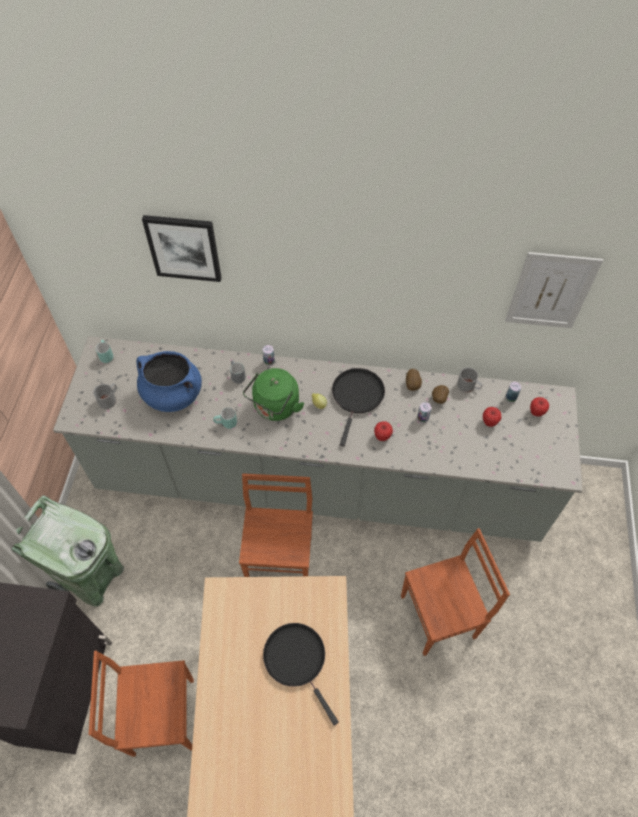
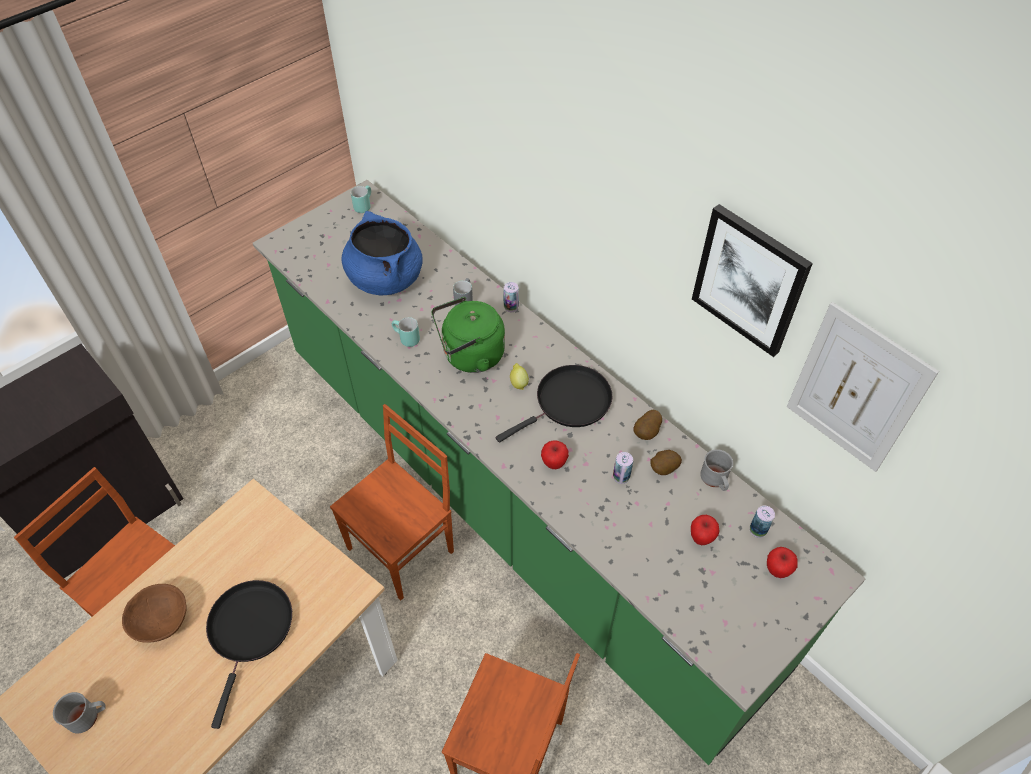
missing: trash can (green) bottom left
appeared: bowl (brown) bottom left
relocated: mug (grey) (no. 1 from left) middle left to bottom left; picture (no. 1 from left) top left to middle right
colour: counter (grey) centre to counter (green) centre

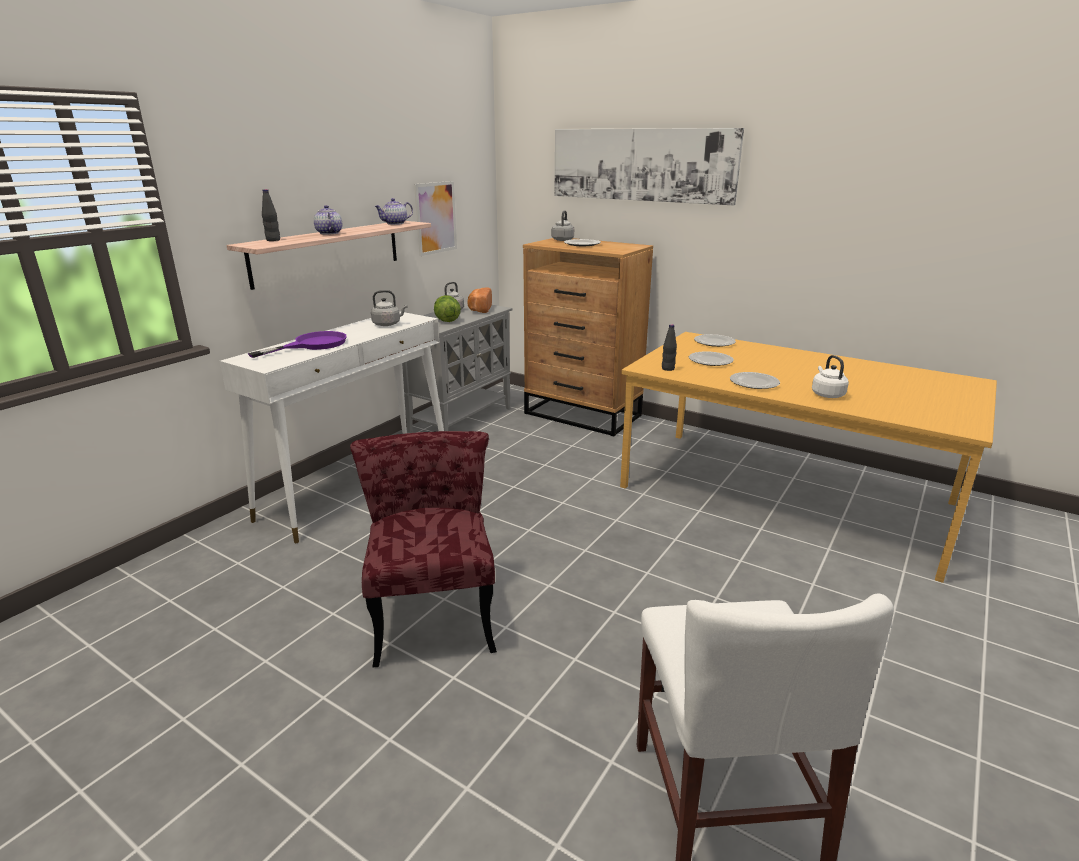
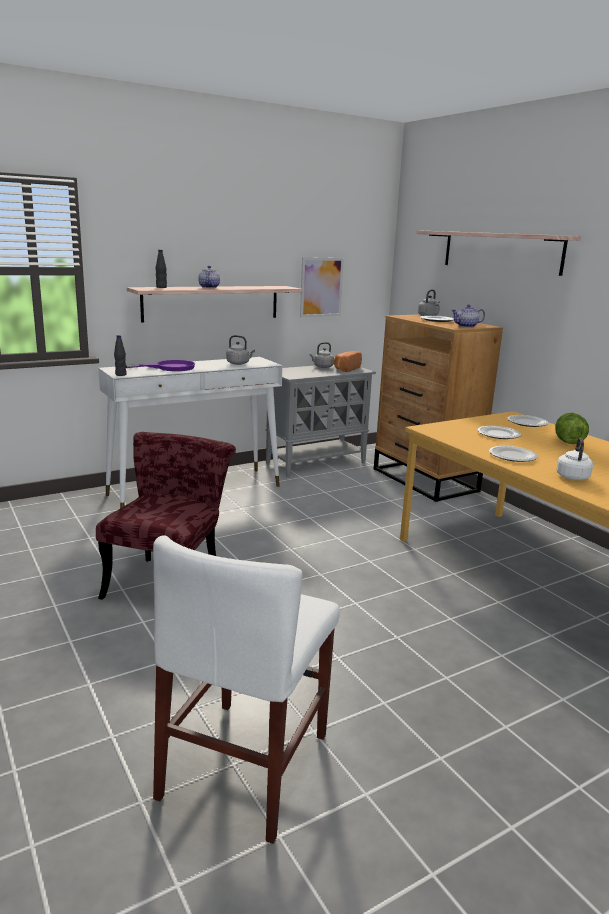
relocated: bottle (black) (no. 2 from left in the first image) centre to bottle (black) (no. 1 from left) middle left; teapot (no. 2 from left) top centre to middle right; lettuce centre to middle right
exchanged: picture (no. 2 from left) top centre to shelf (no. 2 from left) top right

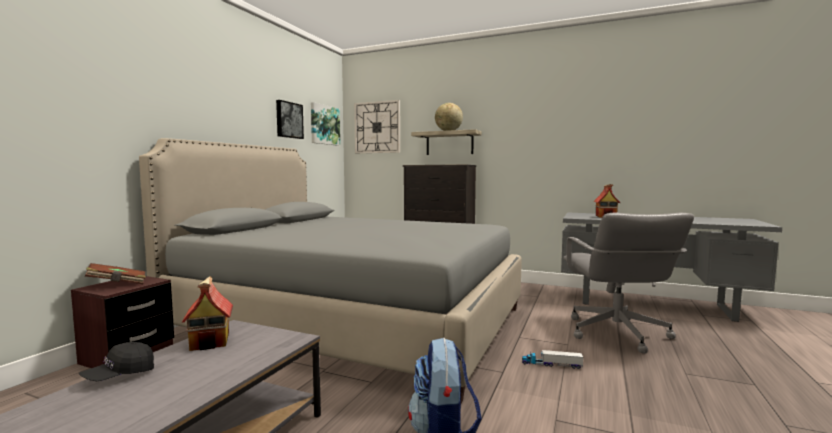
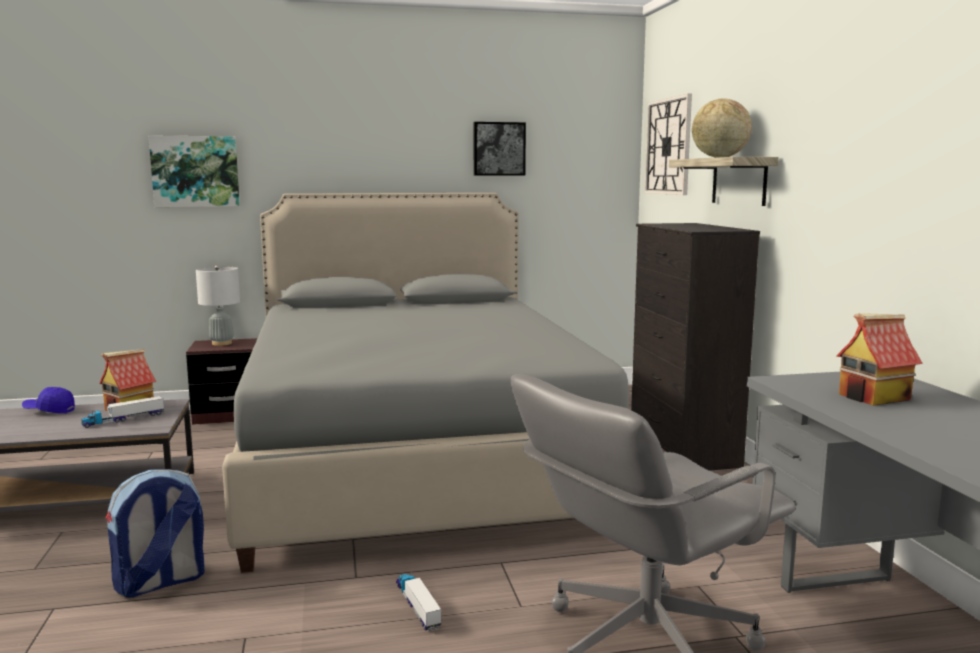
appeared: toy truck (no. 1 from left) middle left
relocated: picture (no. 2 from left in the first image) top centre to picture (no. 1 from left) top left
exchanged: book (brown) middle left to table lamp (grey) middle left
colour: cap (black) bottom left to cap (blue) middle left

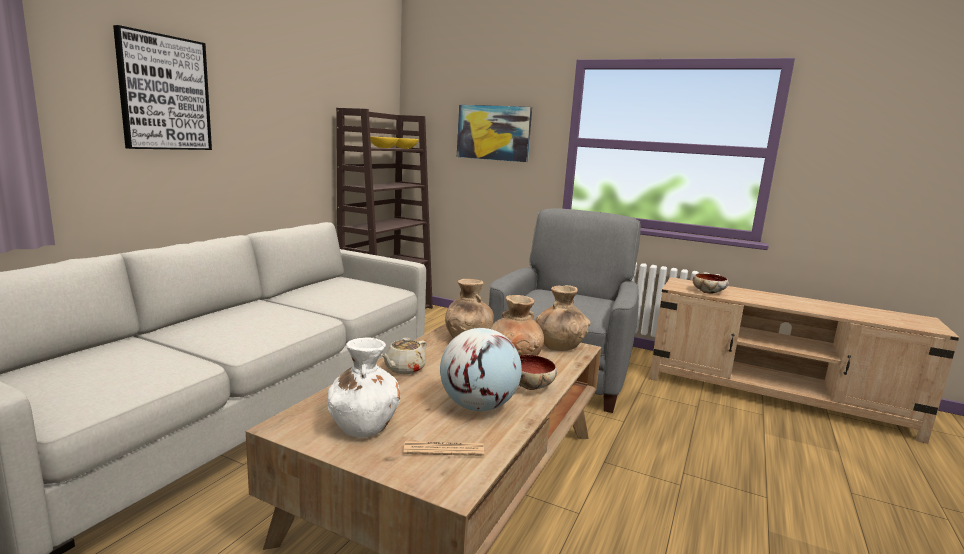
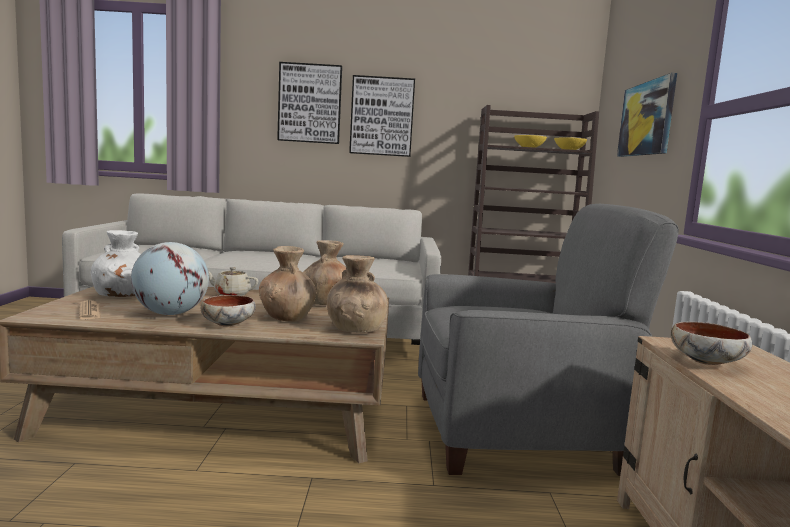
appeared: picture (no. 2 from left) top centre

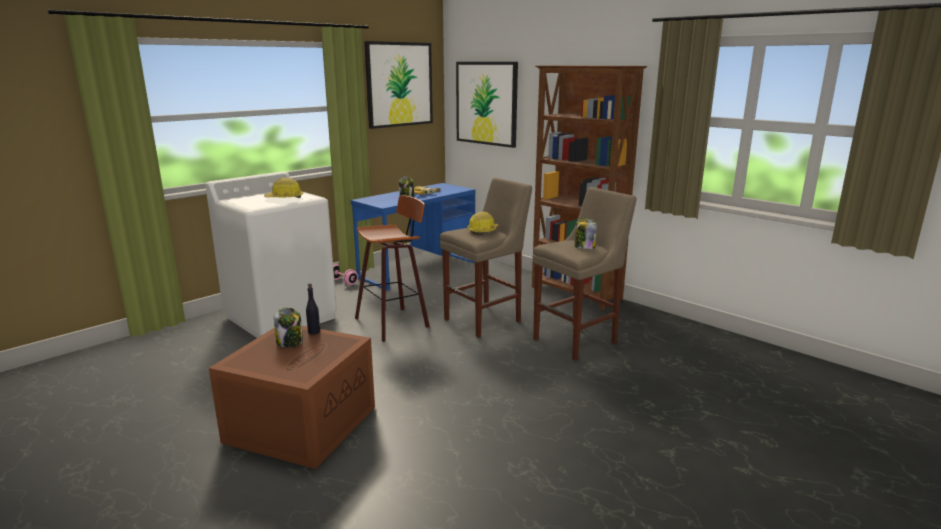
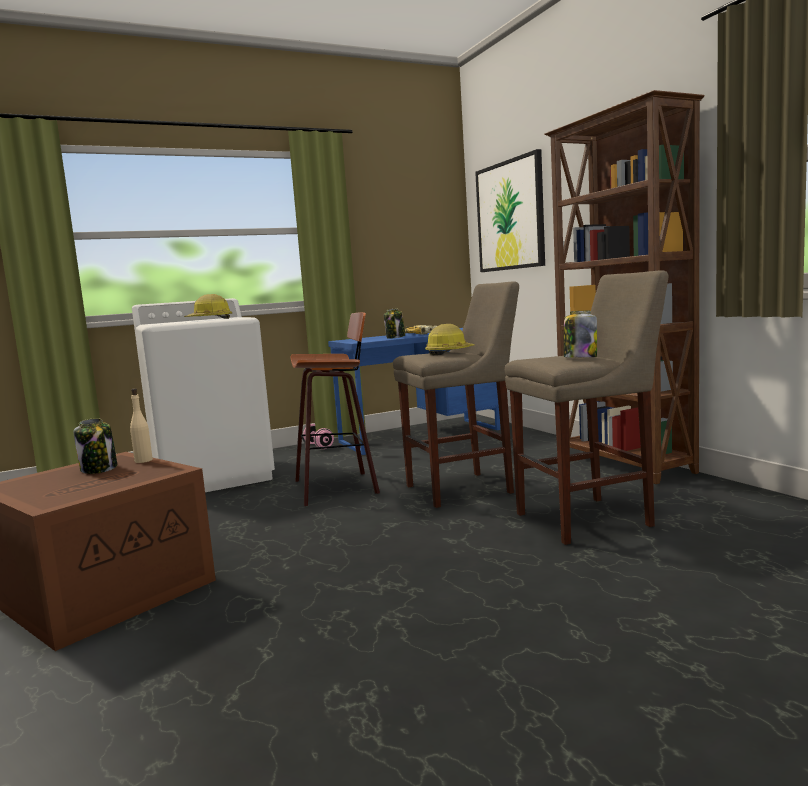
missing: picture (no. 1 from left) top centre
colour: bottle (black) middle left to bottle (beige) middle left

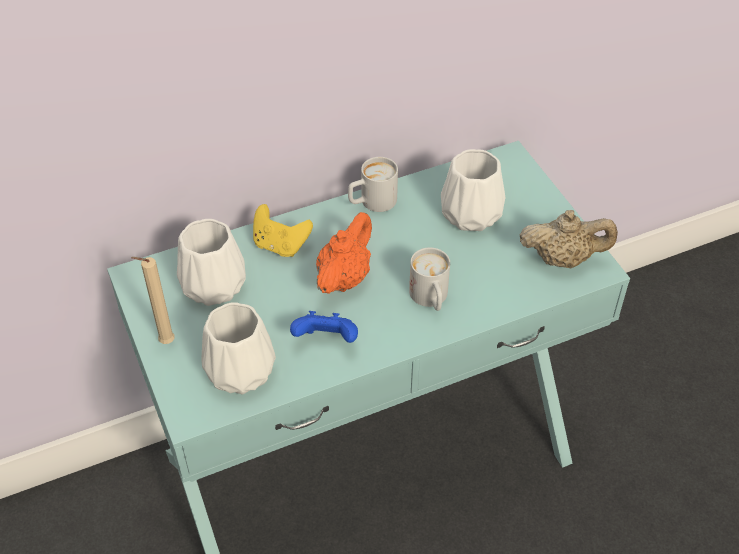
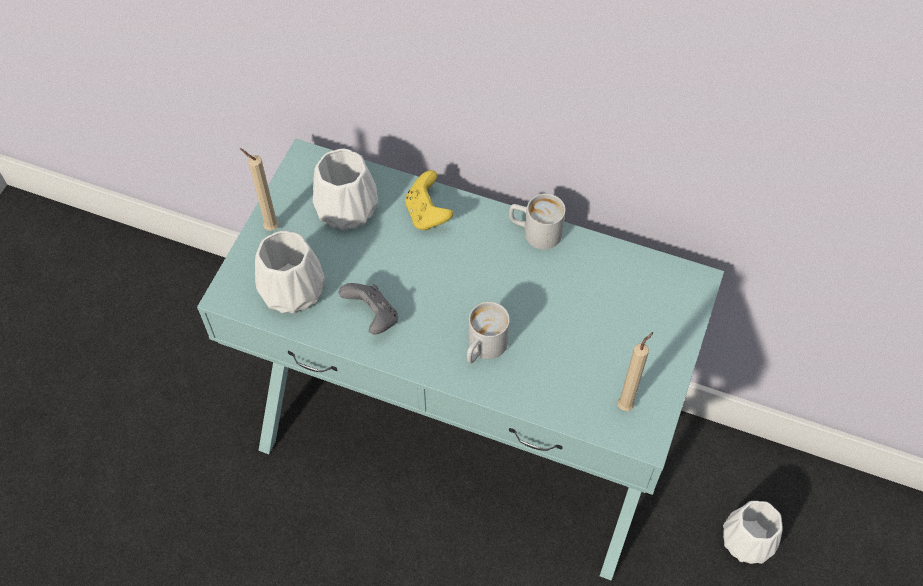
missing: teapot (orange) centre
relocated: vase (white) (no. 3 from left) centre to bottom right
exchanged: teapot (beige) middle right to candle (beige) (no. 2 from left) middle right
colour: game controller (blue) centre to game controller (grey) centre

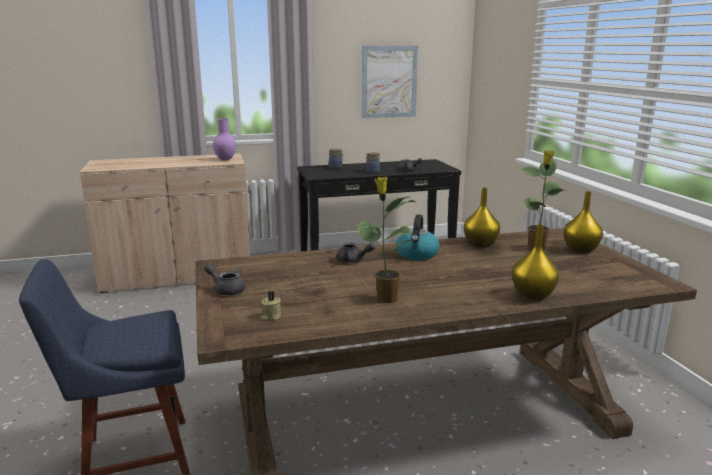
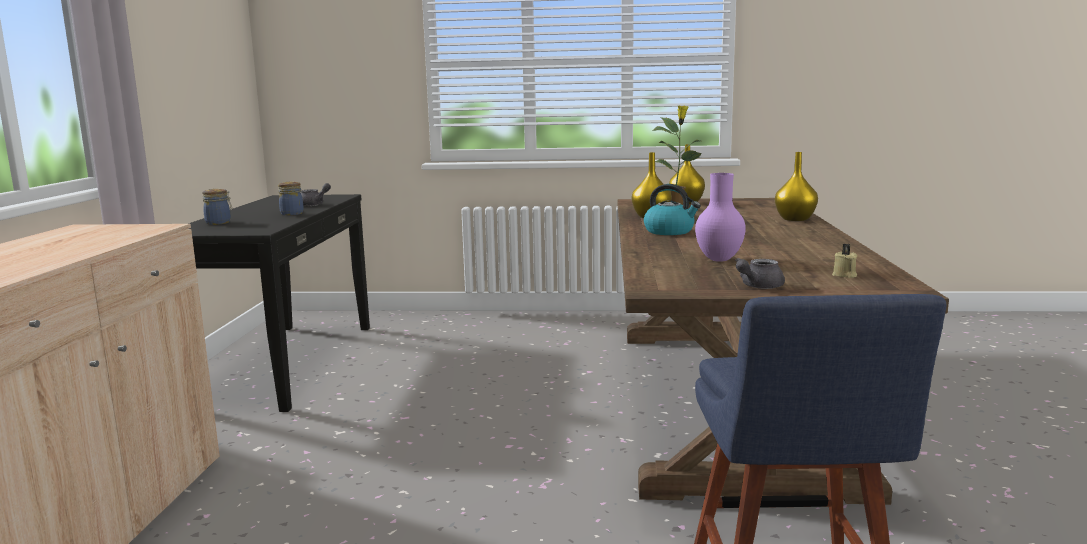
missing: teapot (grey) (no. 2 from left) centre; potted plant (no. 1 from left) centre; picture top centre
relocated: vase (purple) top left to centre

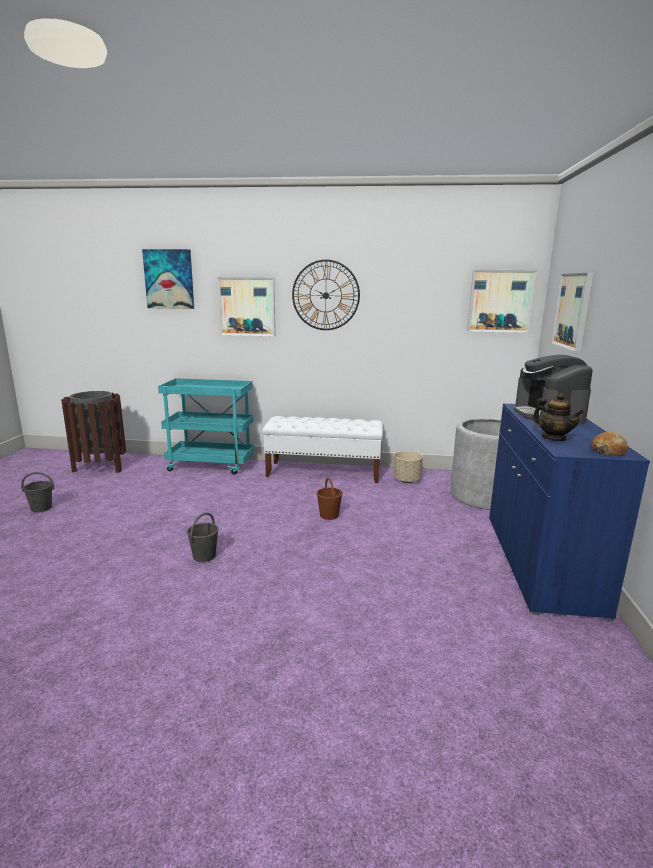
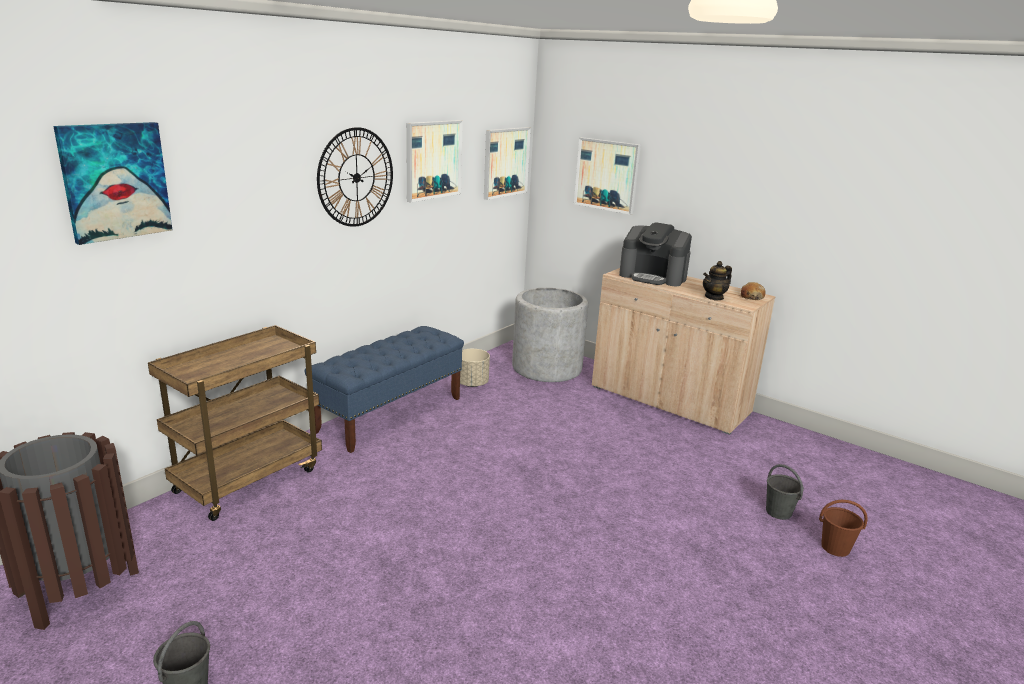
relocated: picture (no. 2 from left) centre to top centre; bucket (grey) (no. 2 from left) middle left to bottom right; bucket (brown) centre to bottom right
colour: cart (turquoise) middle left to cart (brown) middle left; bench (white) centre to bench (blue) centre; cabinet (blue) middle right to cabinet (beige) middle right
spun: teapot middle right = middle right 150 degrees clockwise

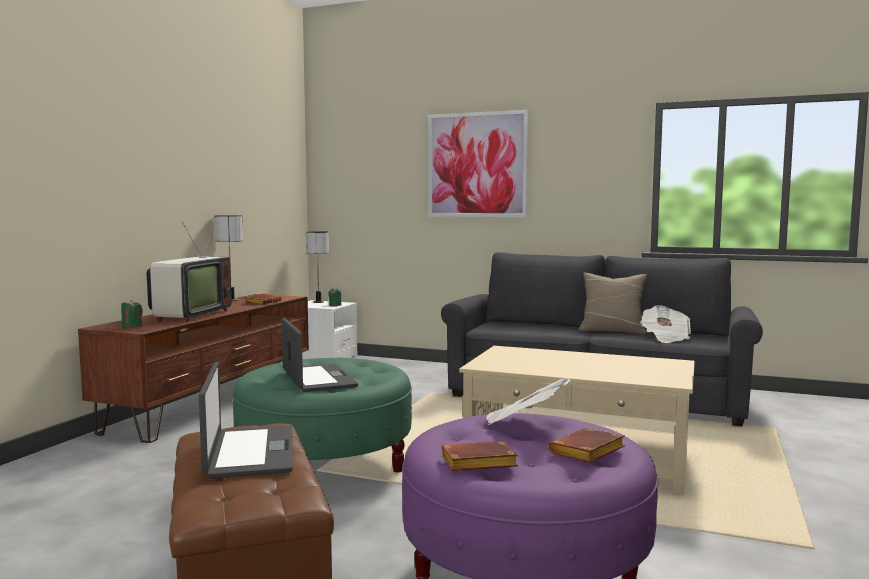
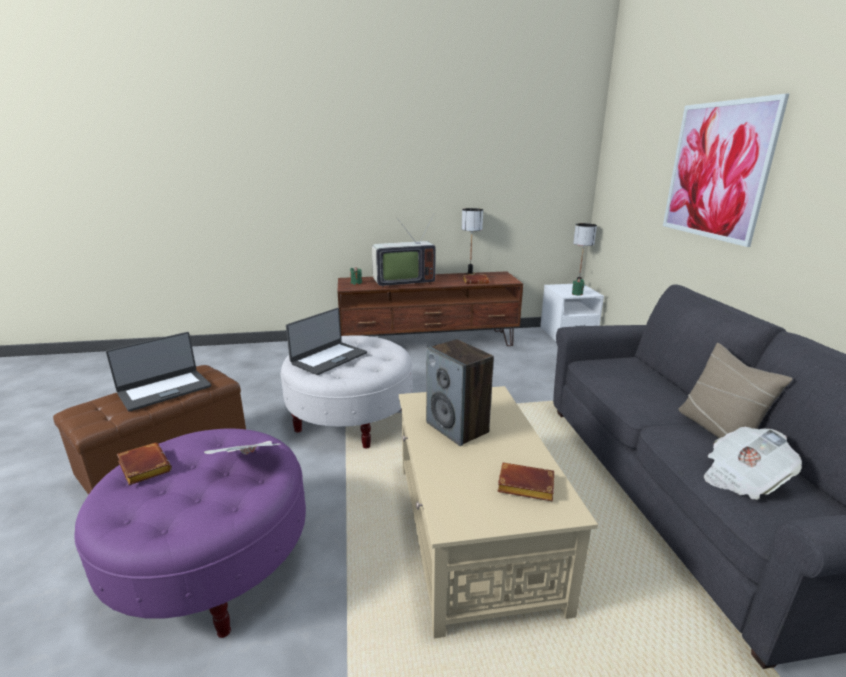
appeared: speaker centre
relocated: book (brown) (no. 3 from left) bottom right to bottom centre
colour: ottoman (green) bottom centre to ottoman (white) centre

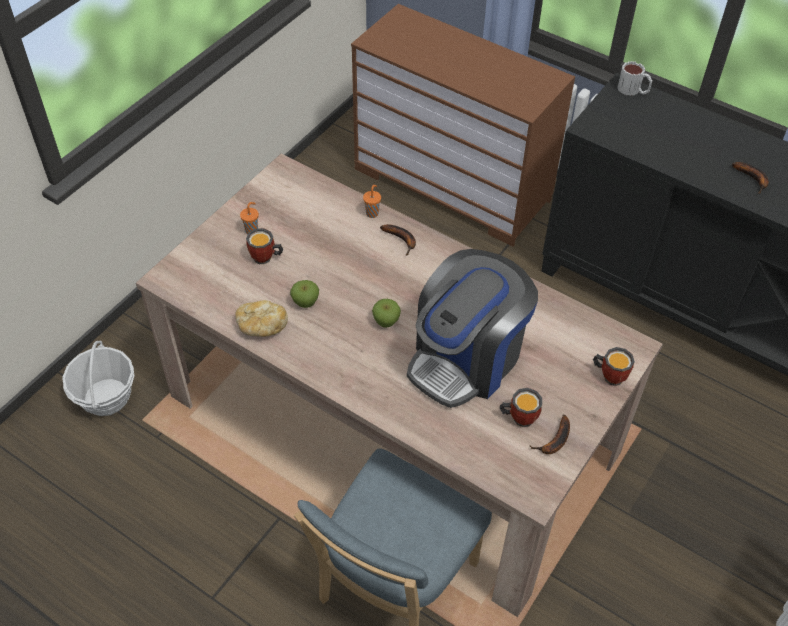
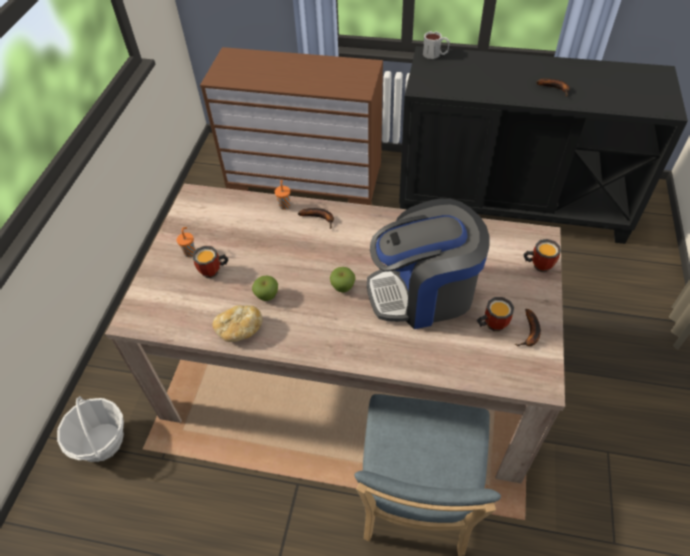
spun: coffee machine centre = centre 60 degrees clockwise

